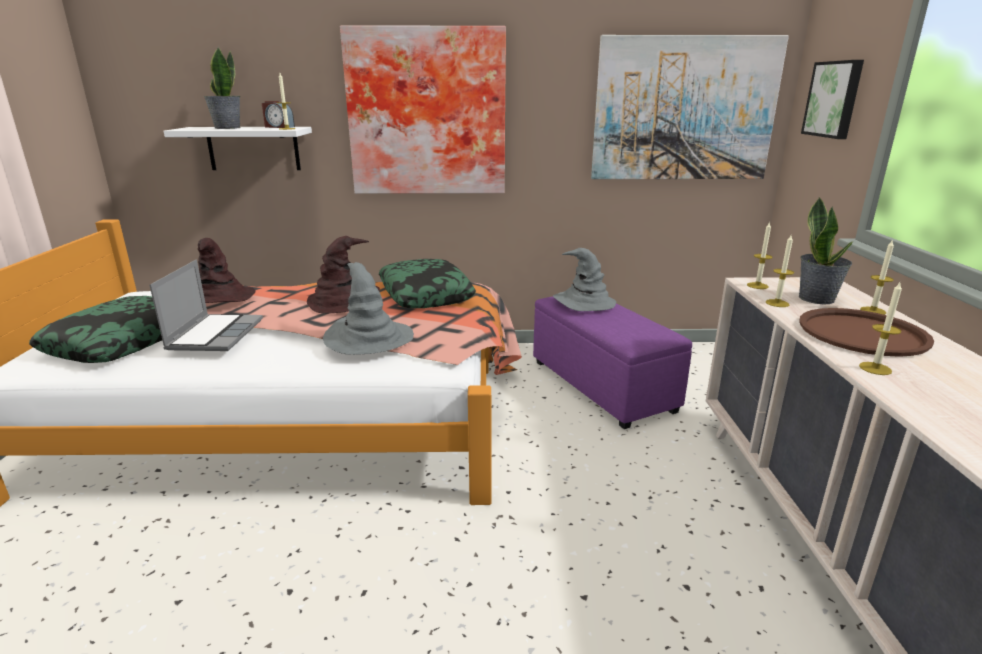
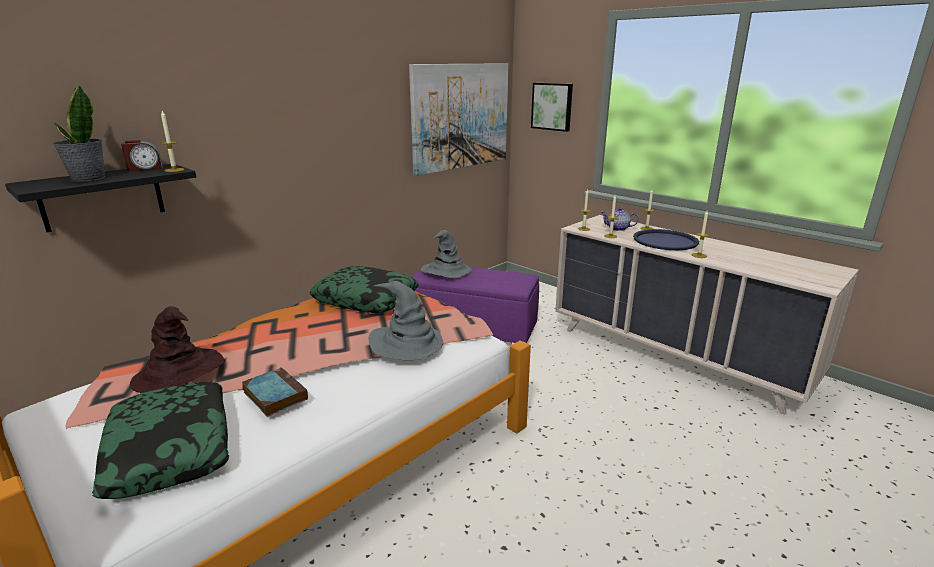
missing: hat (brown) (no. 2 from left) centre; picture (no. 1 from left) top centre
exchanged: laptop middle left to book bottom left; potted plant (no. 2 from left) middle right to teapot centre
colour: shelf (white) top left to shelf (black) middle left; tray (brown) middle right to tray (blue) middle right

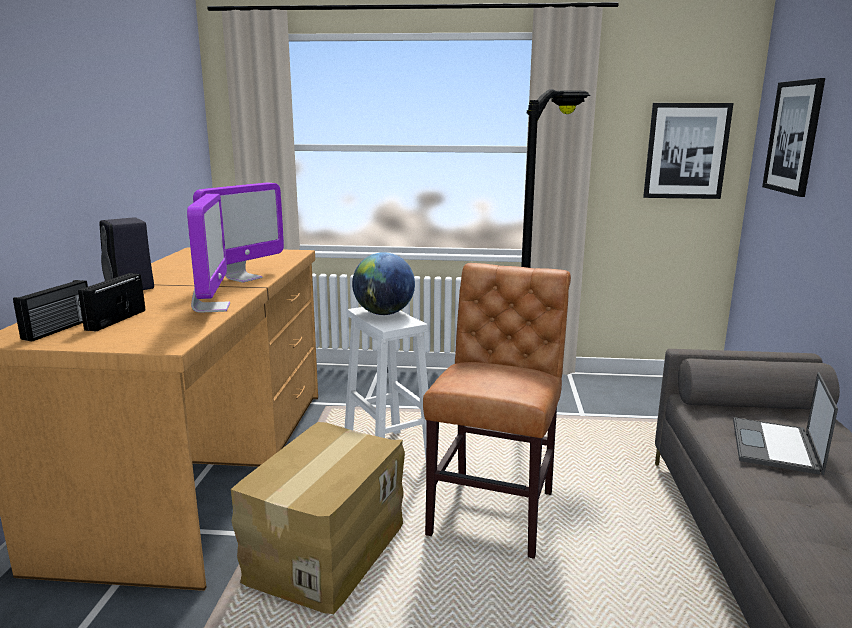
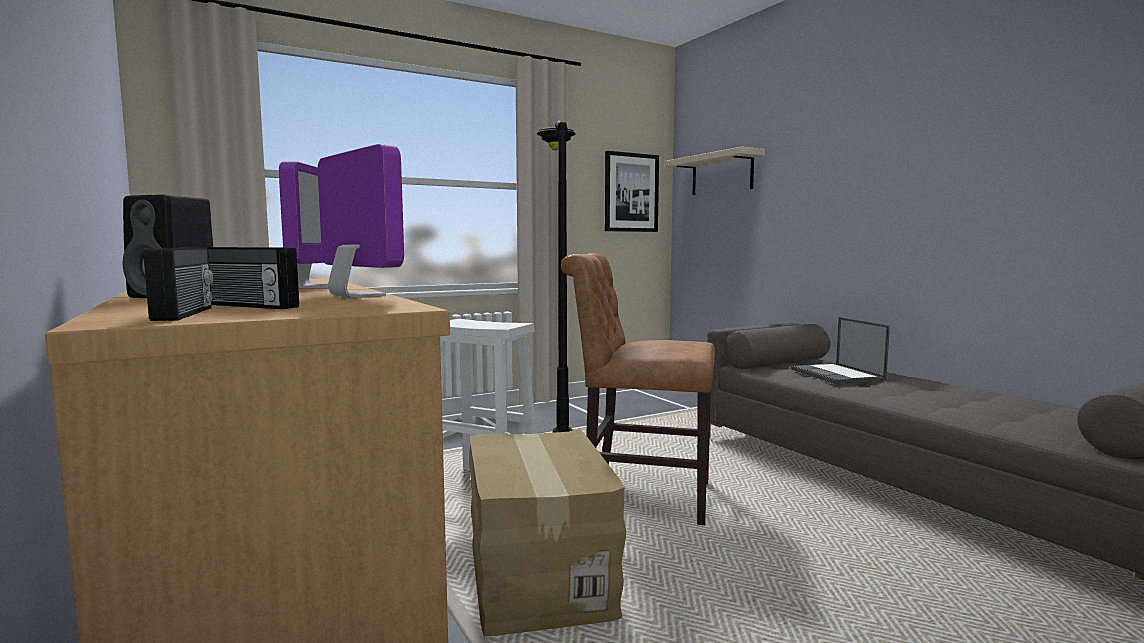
missing: globe centre
exchanged: picture (no. 2 from left) top right to shelf (beige) top centre
spun: radio (no. 2 from left) middle left = middle left 45 degrees counterclockwise; chair (brown) centre = centre 60 degrees counterclockwise

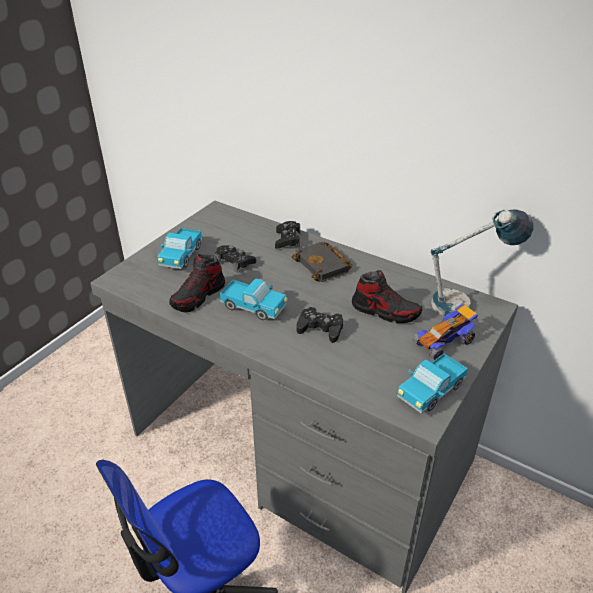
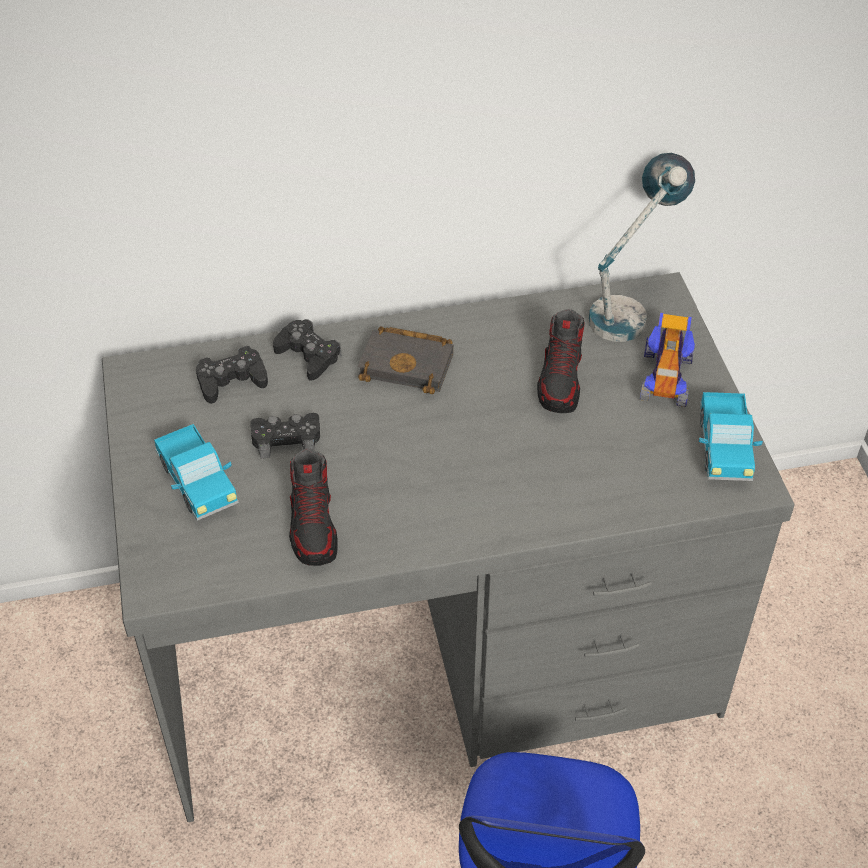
missing: toy truck (no. 2 from left) centre
relocated: game controller (black) (no. 3 from left in the first image) centre to game controller (black) (no. 1 from left) middle left
spun: shoe (no. 2 from left) centre = centre 120 degrees clockwise

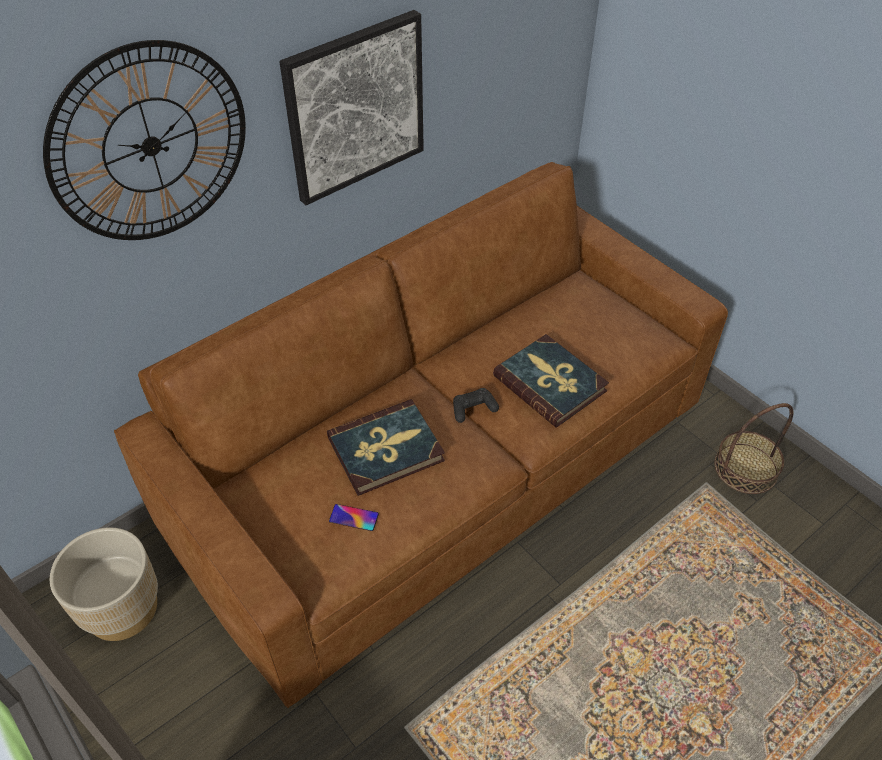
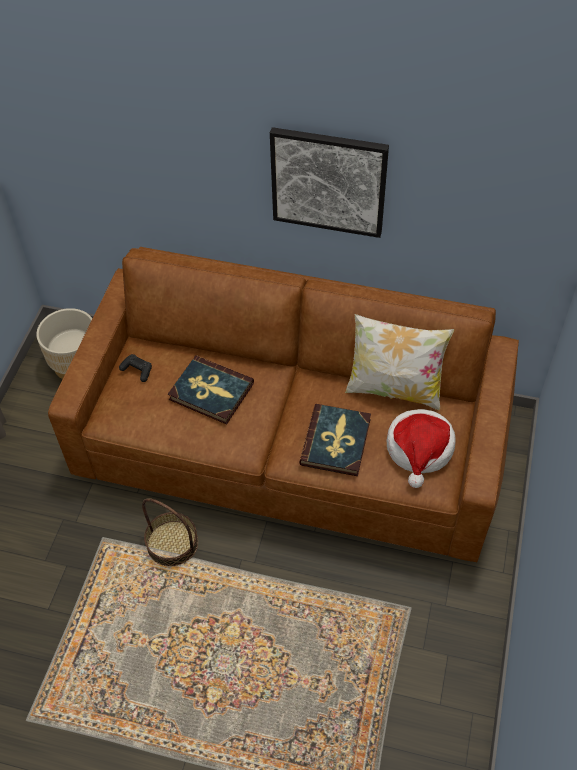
missing: wall clock top left; phone bottom centre
appeared: pillow middle right; hat middle right
relocated: game controller (black) centre to middle left; basket middle right to bottom left

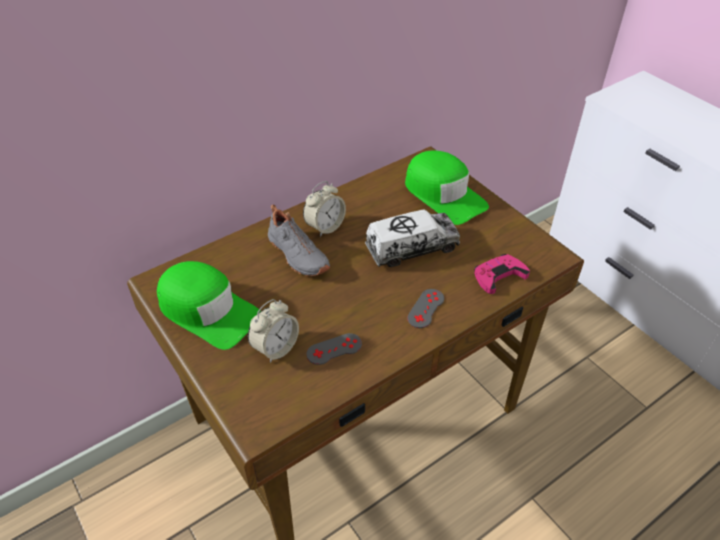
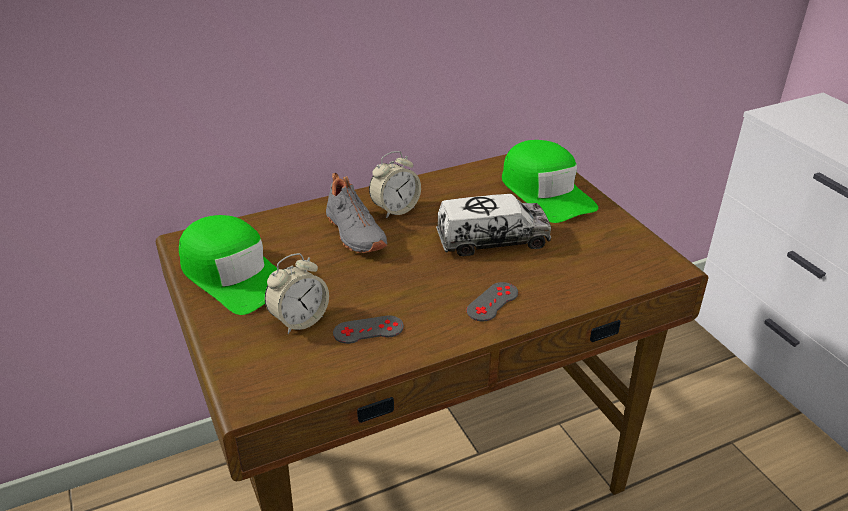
missing: game controller (pink) middle right

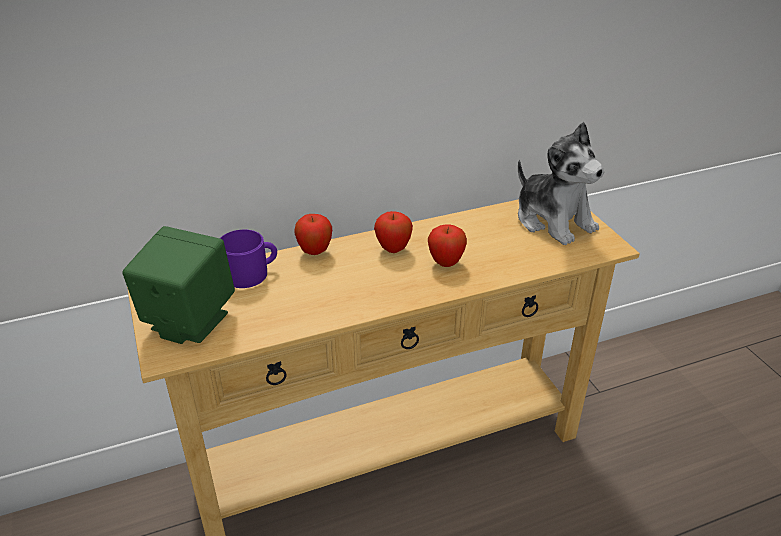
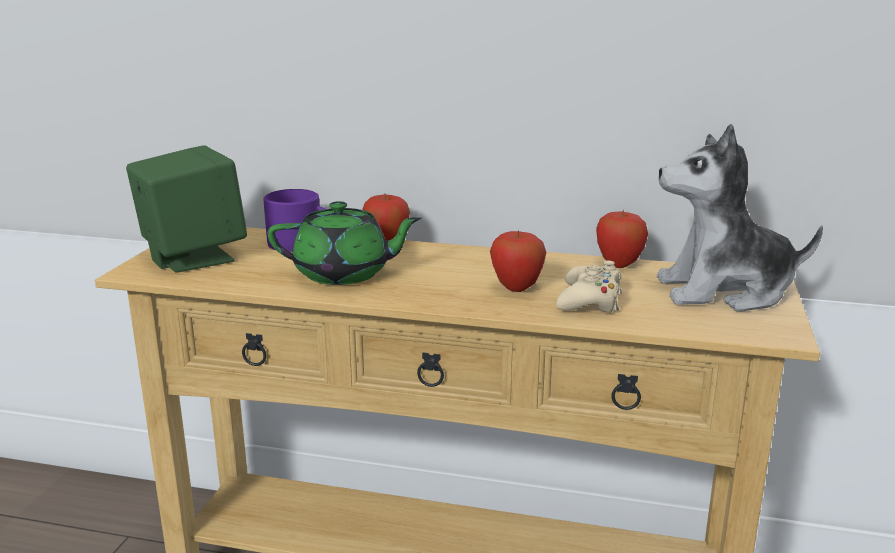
appeared: teapot (green) centre; game controller (beige) centre
relocated: apple (no. 2 from left in the first image) centre to apple (no. 3 from left) middle right
spun: plush toy middle right = middle right 90 degrees clockwise

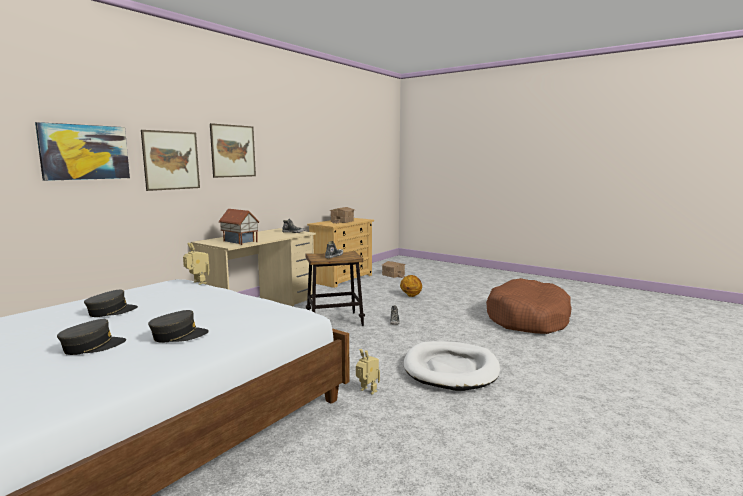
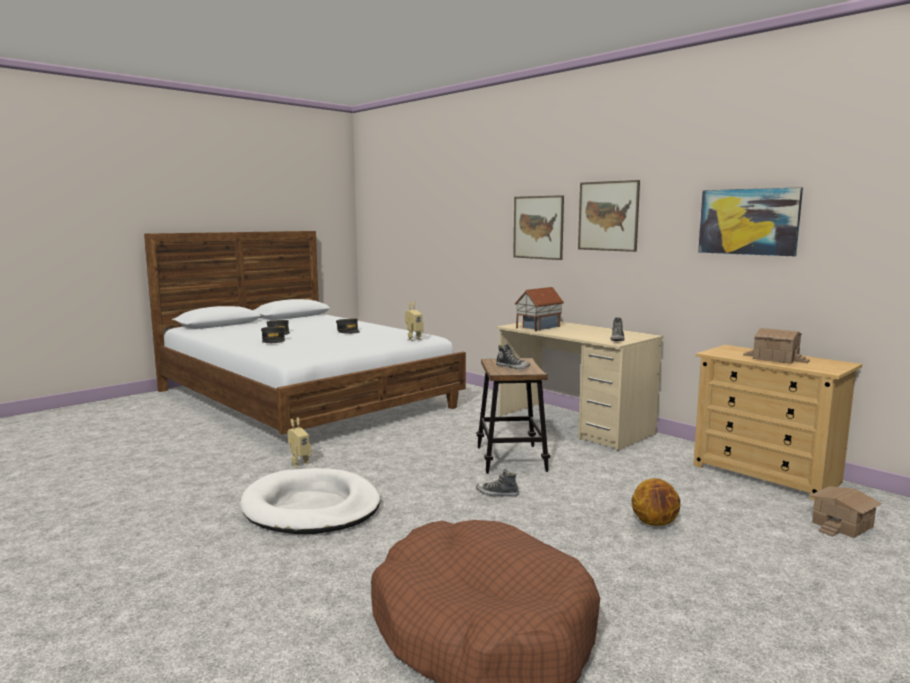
relocated: picture (no. 1 from left in the first image) top left to picture (no. 3 from left) top right

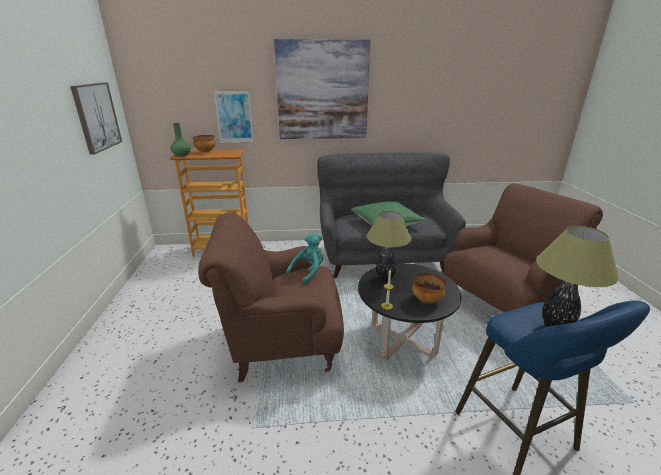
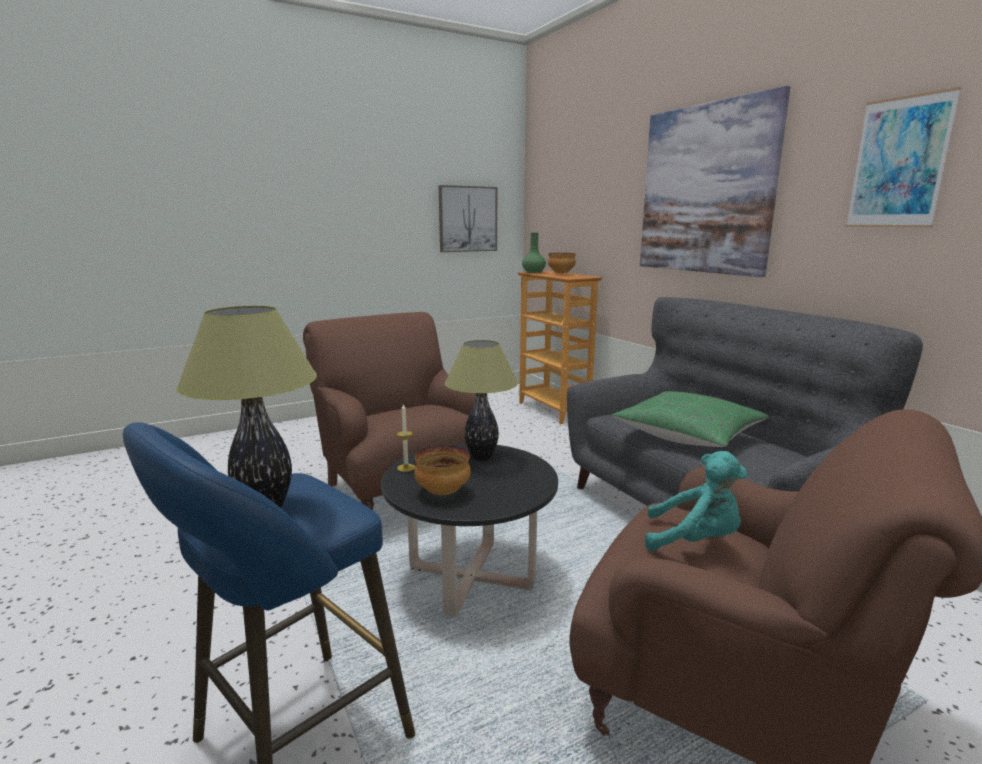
relocated: plush toy (turquoise) centre to middle right; picture (no. 2 from left in the first image) top centre to picture (no. 3 from left) top right

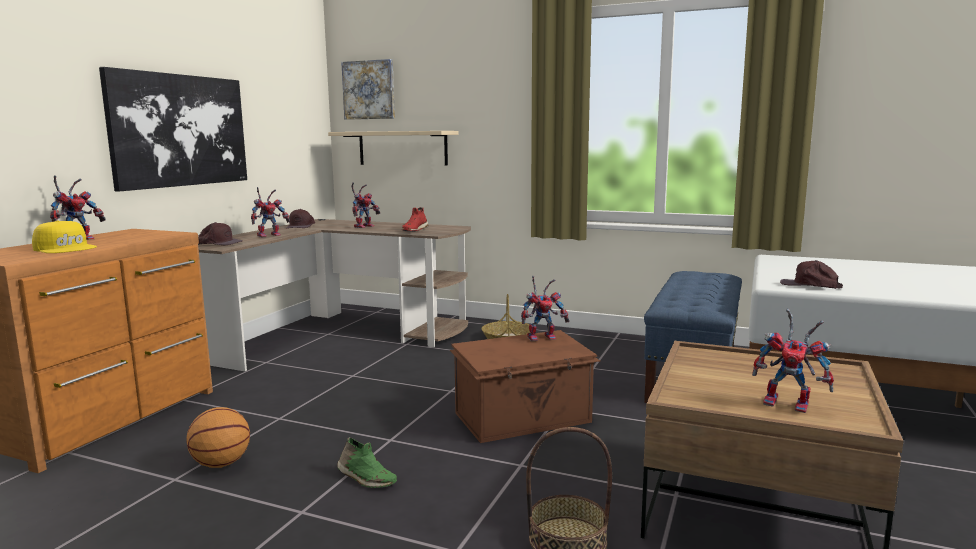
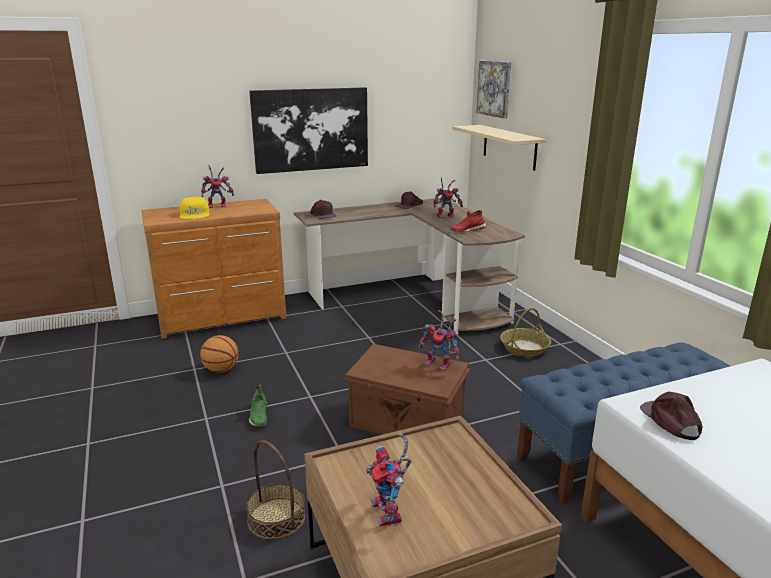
missing: toy robot (no. 2 from left) middle left

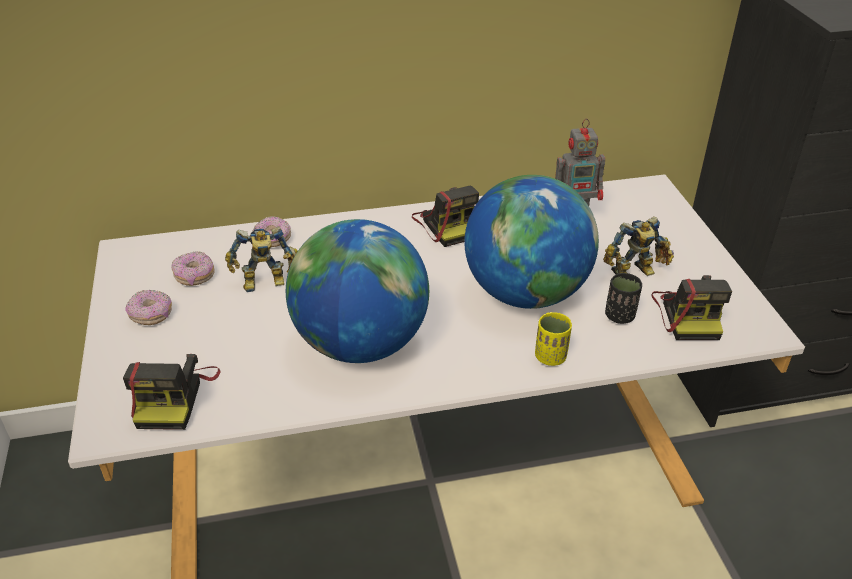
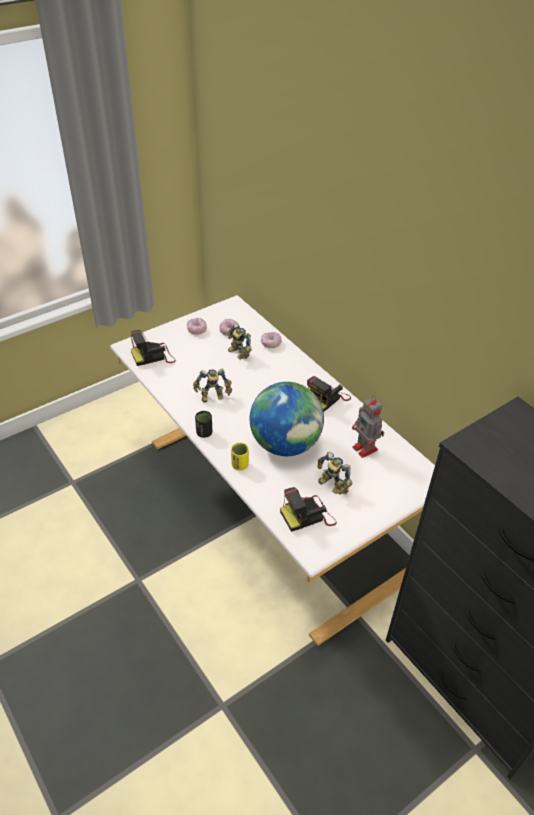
relocated: cup (black) middle right to centre
exchanged: globe (no. 1 from left) centre to toy robot (no. 1 from left) centre

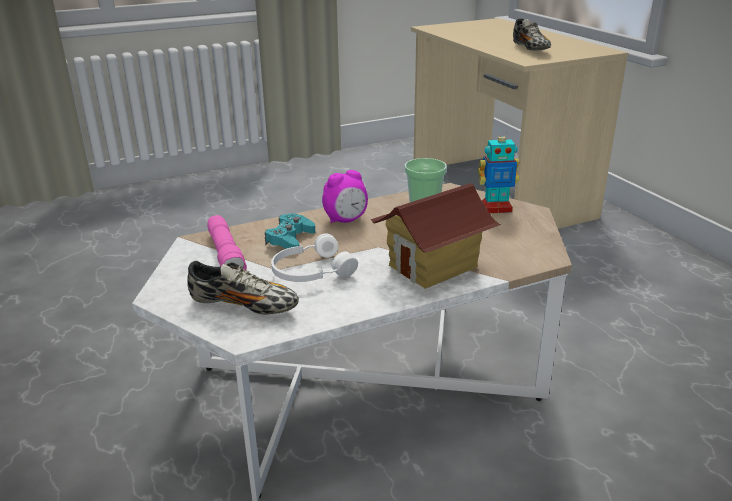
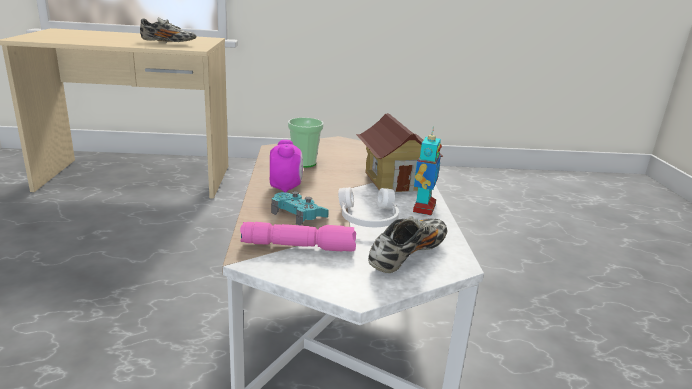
relocated: toy robot middle right to centre

